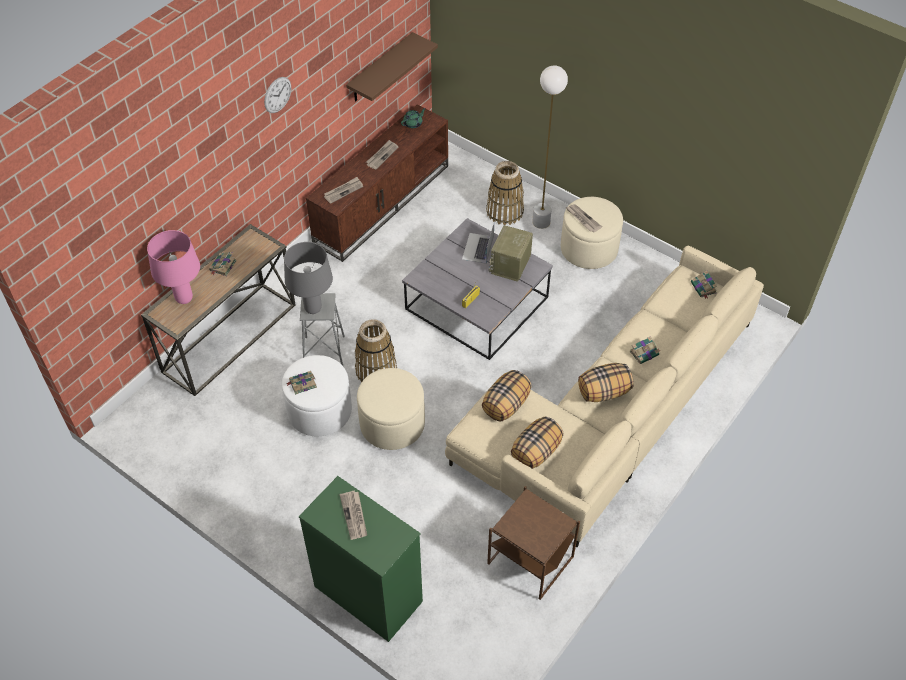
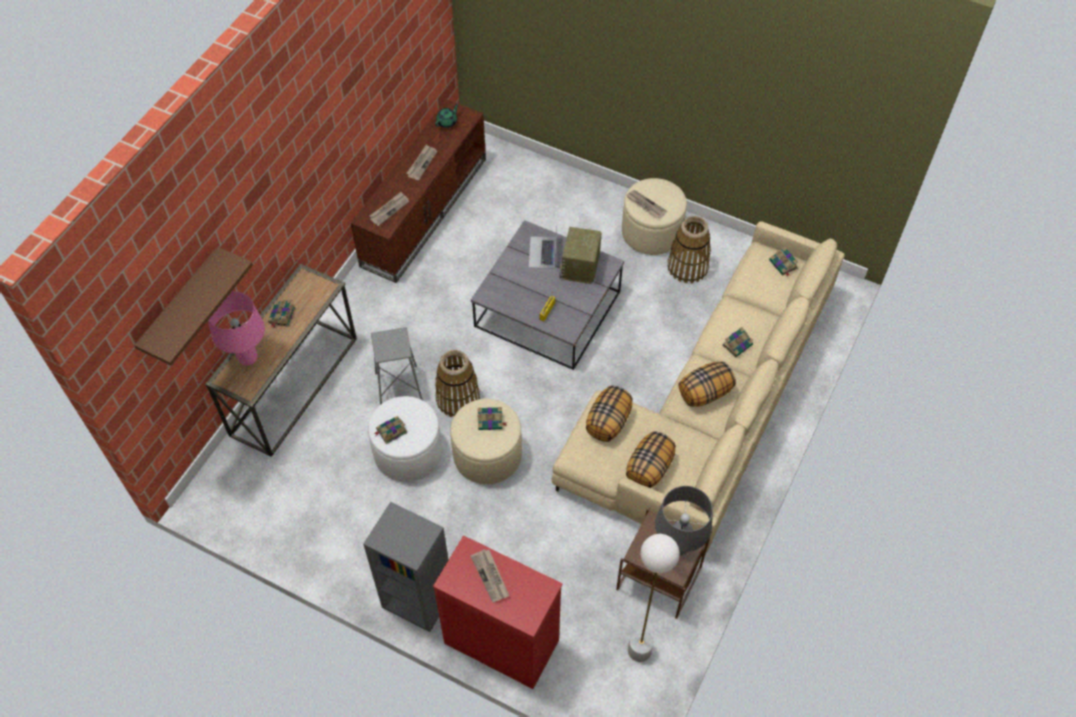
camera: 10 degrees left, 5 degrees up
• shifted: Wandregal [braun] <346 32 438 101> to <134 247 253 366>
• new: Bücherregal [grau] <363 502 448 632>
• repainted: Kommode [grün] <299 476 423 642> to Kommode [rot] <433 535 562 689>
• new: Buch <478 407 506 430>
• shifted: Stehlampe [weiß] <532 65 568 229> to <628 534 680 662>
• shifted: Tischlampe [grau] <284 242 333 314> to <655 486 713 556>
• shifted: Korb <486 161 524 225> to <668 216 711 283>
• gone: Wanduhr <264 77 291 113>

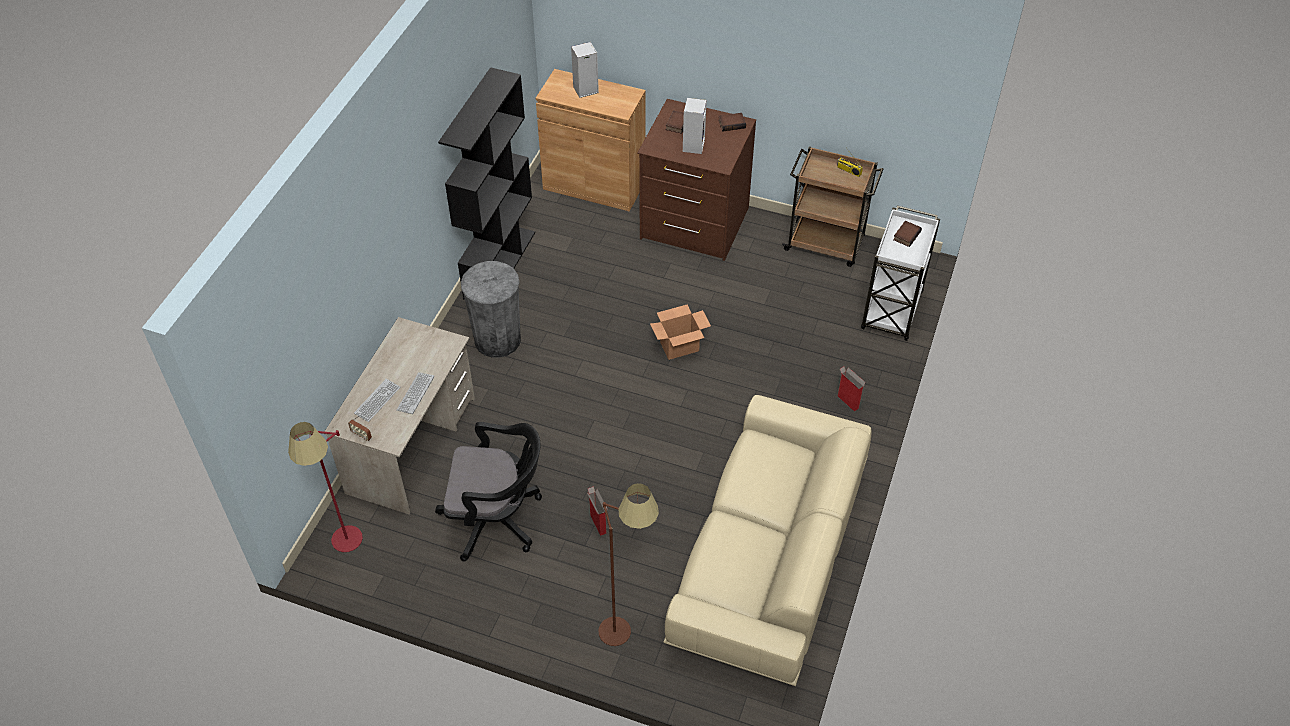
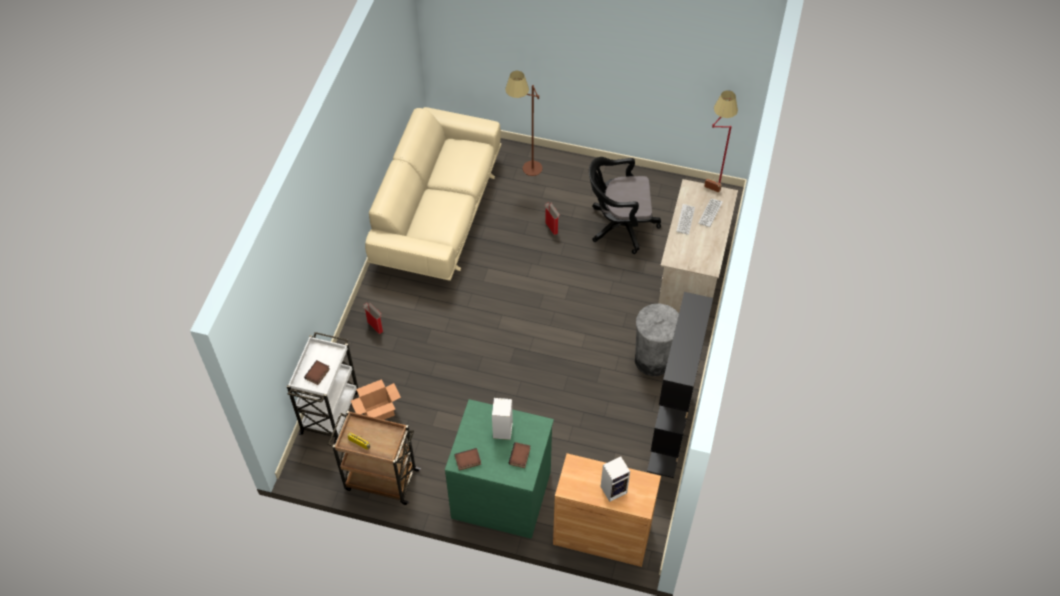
camera: 175 degrees right, 5 degrees up
• shifted: Karton <650 304 711 360> to <351 379 401 420>
• repainted: Kommode [braun] <637 99 756 261> to Kommode [grün] <445 399 554 539>

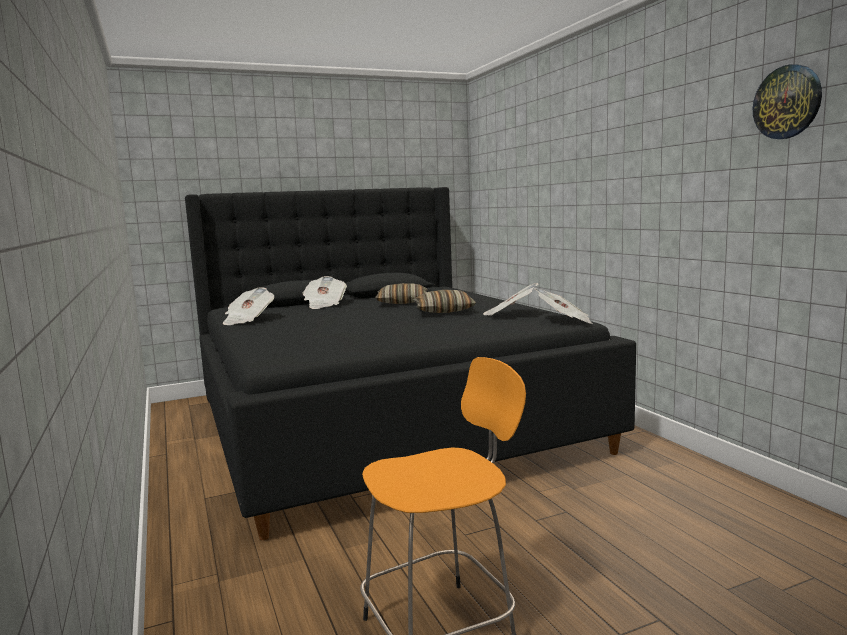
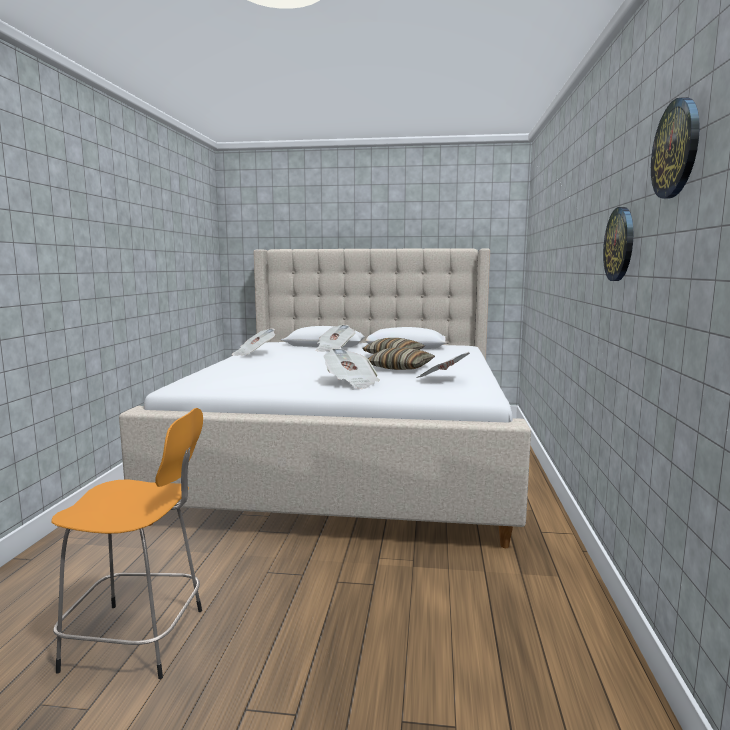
camera: 30 degrees right, 0 degrees up
• repainted: Bett [schwarz] <185 187 636 540> to Bett [beige] <119 248 531 548>
• shifted: Zeitung <534 288 593 324> to <323 348 380 389>
• new: Wanduhr <603 207 633 281>

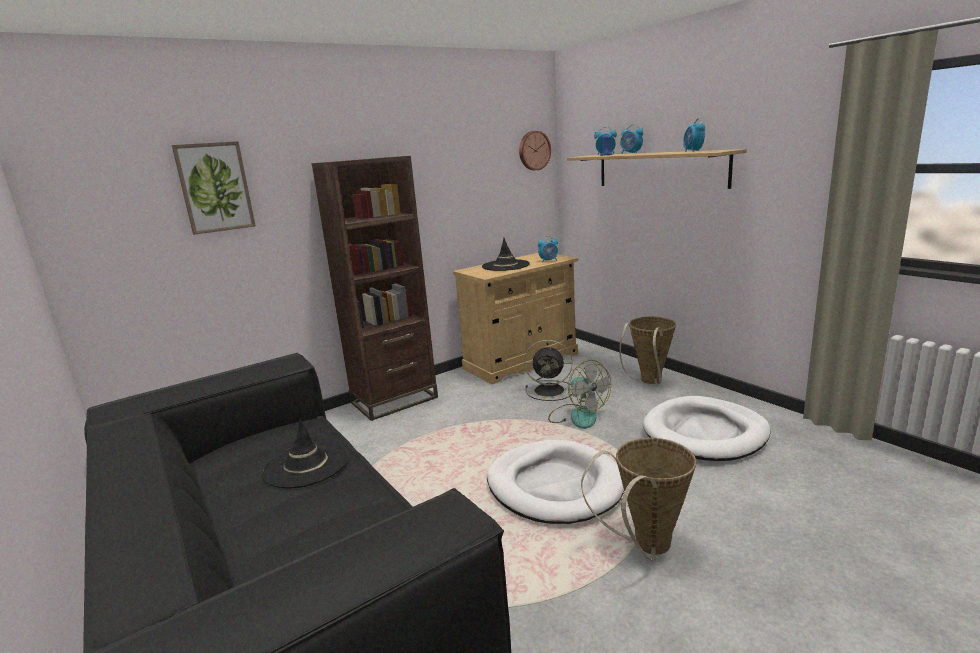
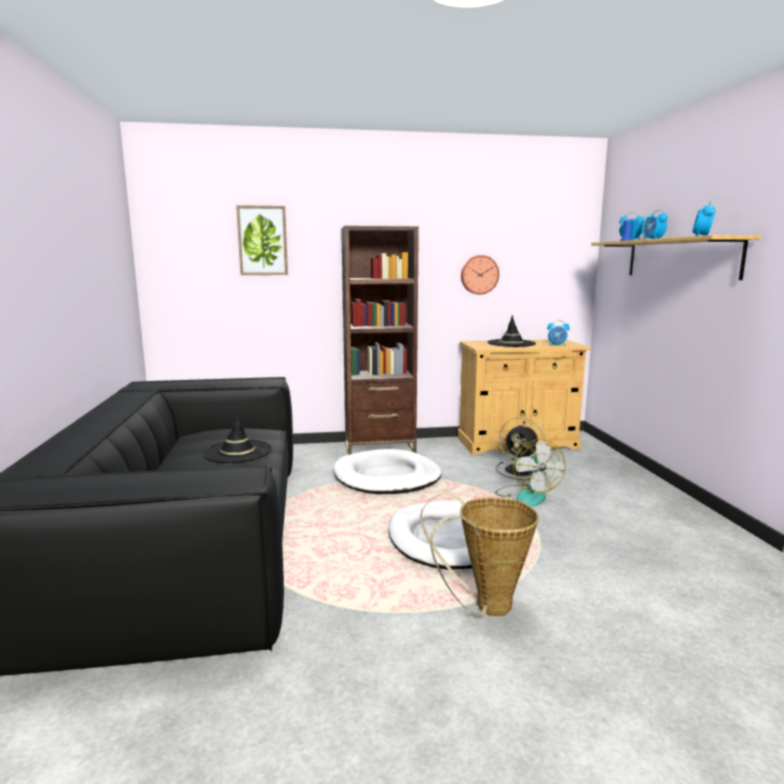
camera: 25 degrees right, 5 degrees down
• shifted: Hundebett [weiß] <643 396 771 461> to <333 449 442 494>
• shifted: Wanduhr <519 131 551 170> to <461 255 499 295>
• gone: Korb <619 316 676 384>

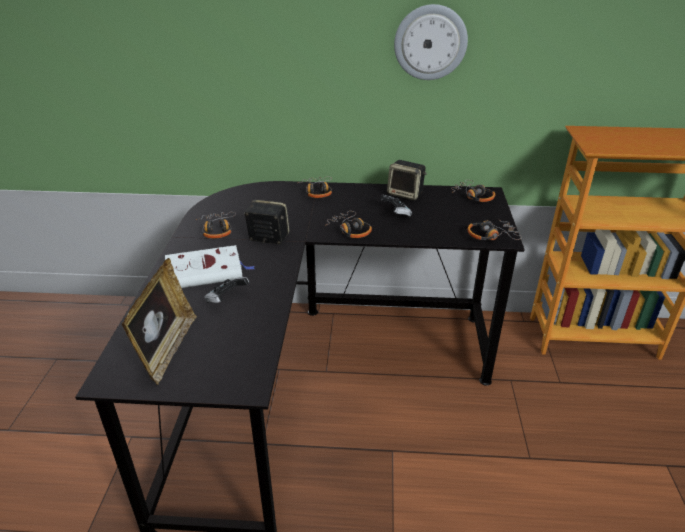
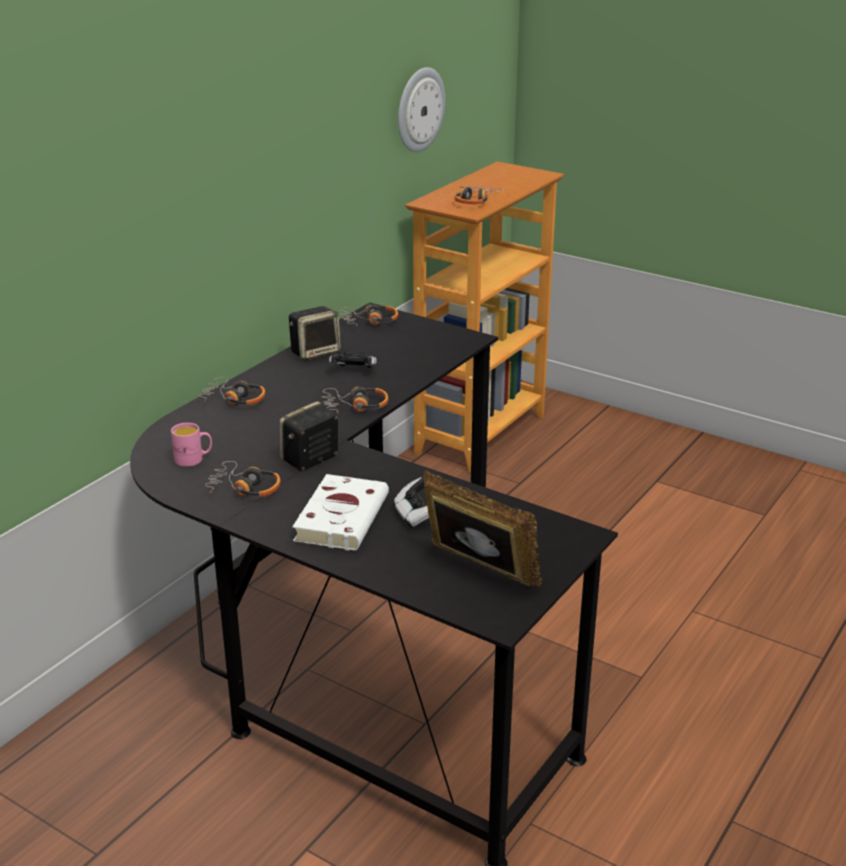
camera: 60 degrees left, 5 degrees down
• new: Henkelbecher [rosa] <171 423 212 467>
• shifted: Wanduhr <394 4 468 80> to <398 67 445 152>
• shifted: Kopfhörer <468 219 522 240> to <455 185 503 204>

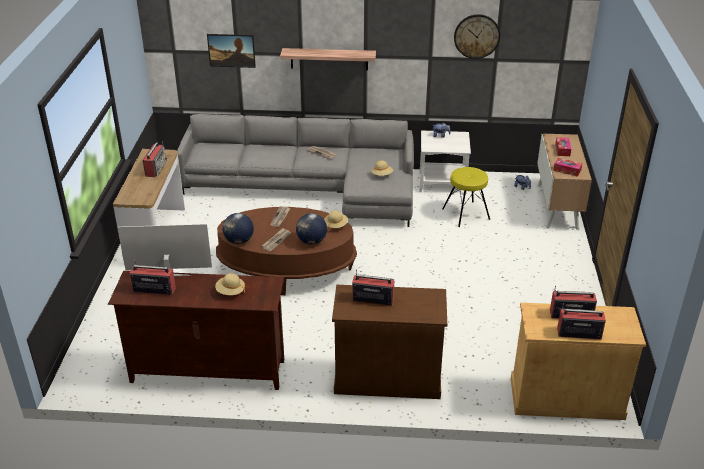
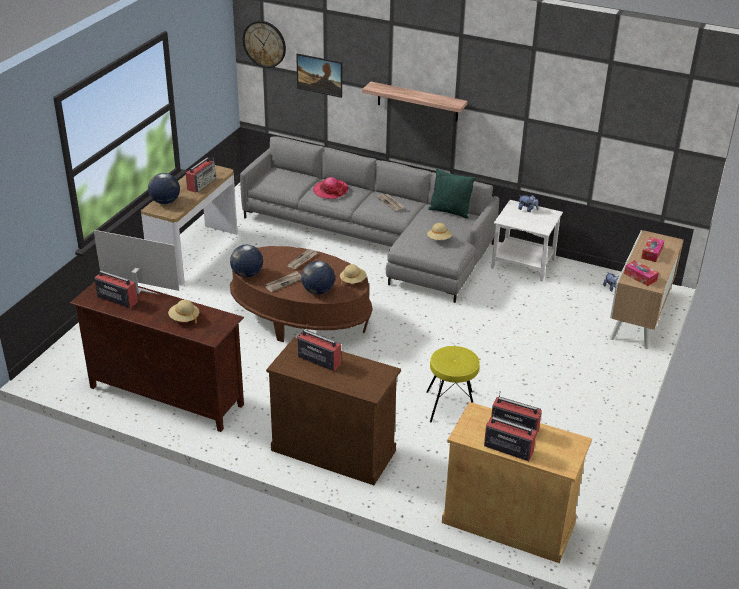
camera: 20 degrees right, 0 degrees up
• new: Globus <148 173 180 204>
• shifted: Wanduhr <454 14 500 59> to <243 21 286 68>
• new: Hut <313 177 349 199>
• shifted: Hocker [gelb] <442 167 490 227> to <426 346 480 422>
• new: Kissen [grün] <428 168 476 218>

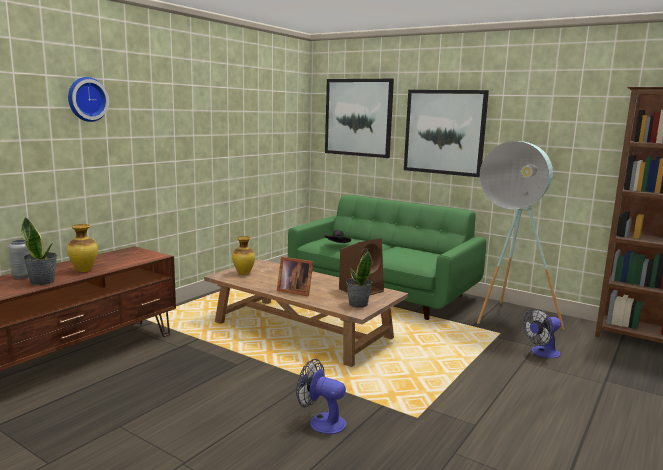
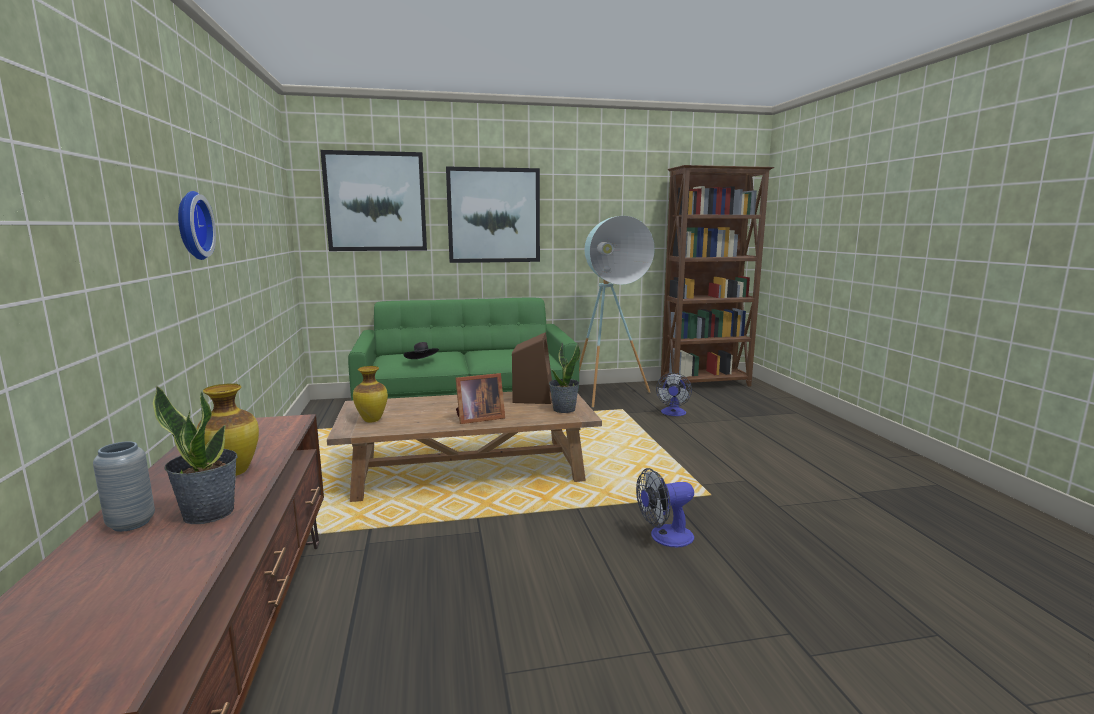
camera: 45 degrees left, 0 degrees up
• shifted: Wanduhr <68 77 109 122> to <178 191 216 260>

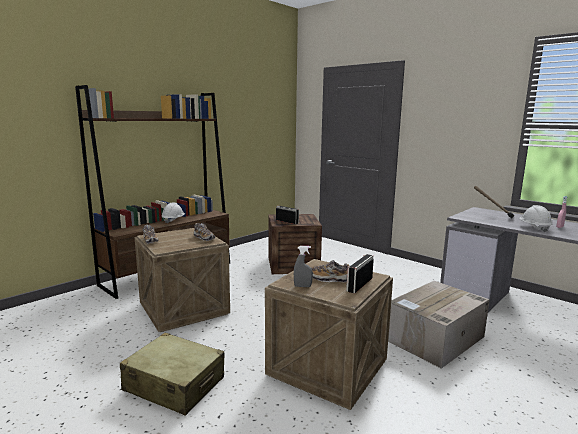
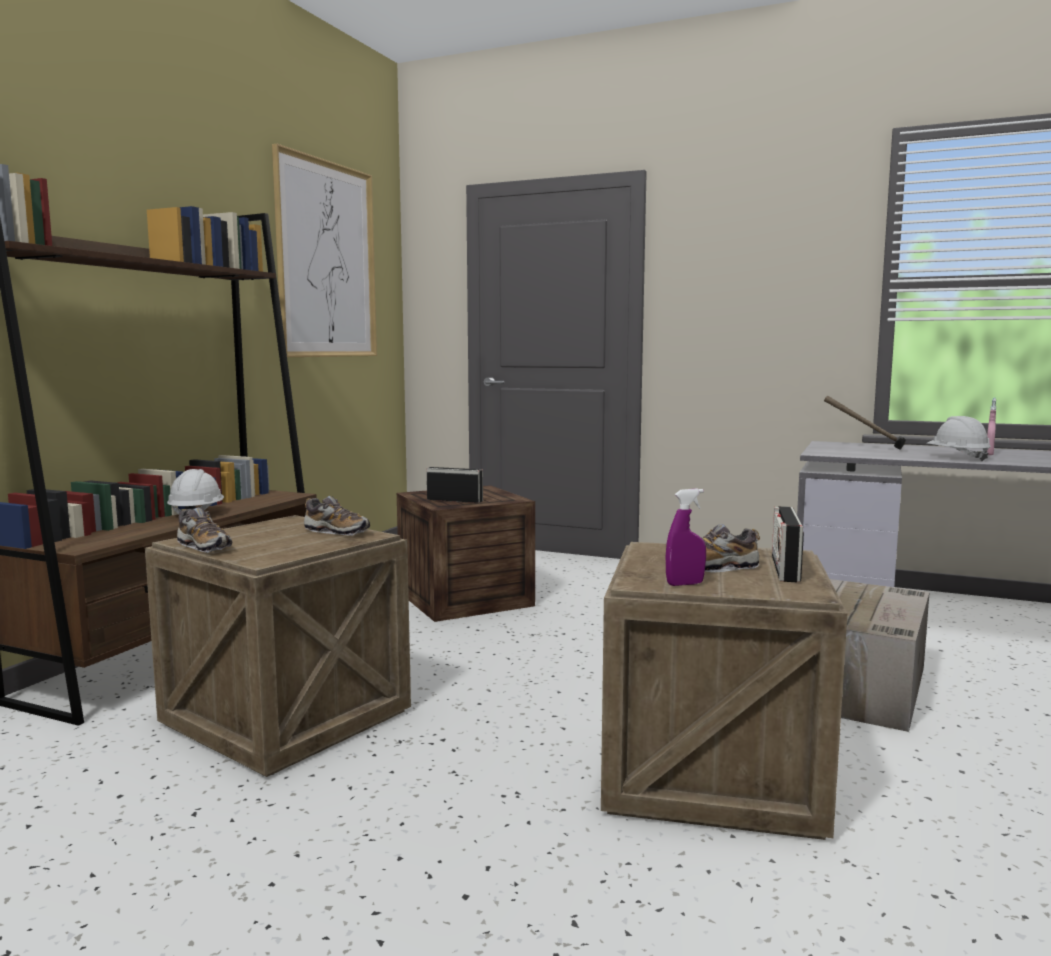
camera: 20 degrees left, 5 degrees down
• new: Bild <272 144 377 357>
• repainted: Sprühflasche [grau] <294 246 313 287> to Sprühflasche [lila] <666 488 706 586>
• gone: Koffer [beige] <120 333 225 416>

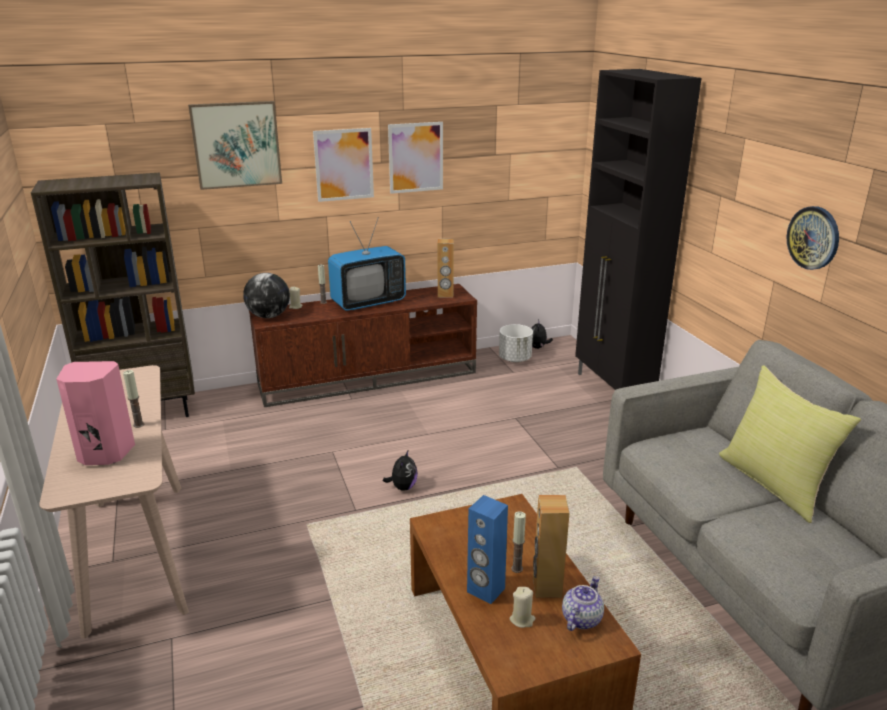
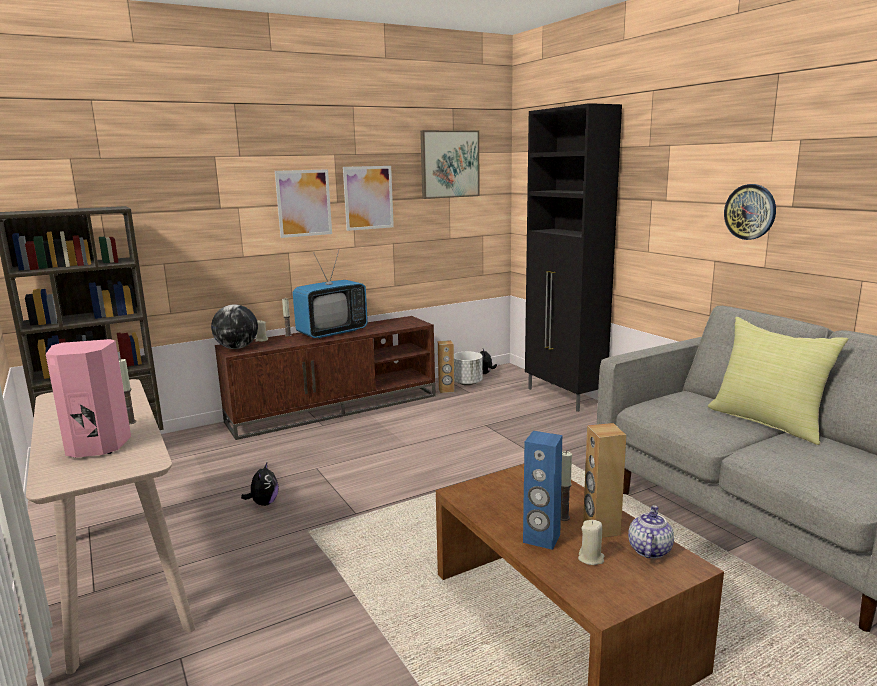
camera: 10 degrees left, 10 degrees down
• shifted: Plüschtier <383 449 418 490> to <241 463 279 506>
• shifted: Bild <188 101 282 190> to <420 130 480 199>
• shifted: Lautsprecher [braun] <438 239 454 298> to <438 340 454 393>

